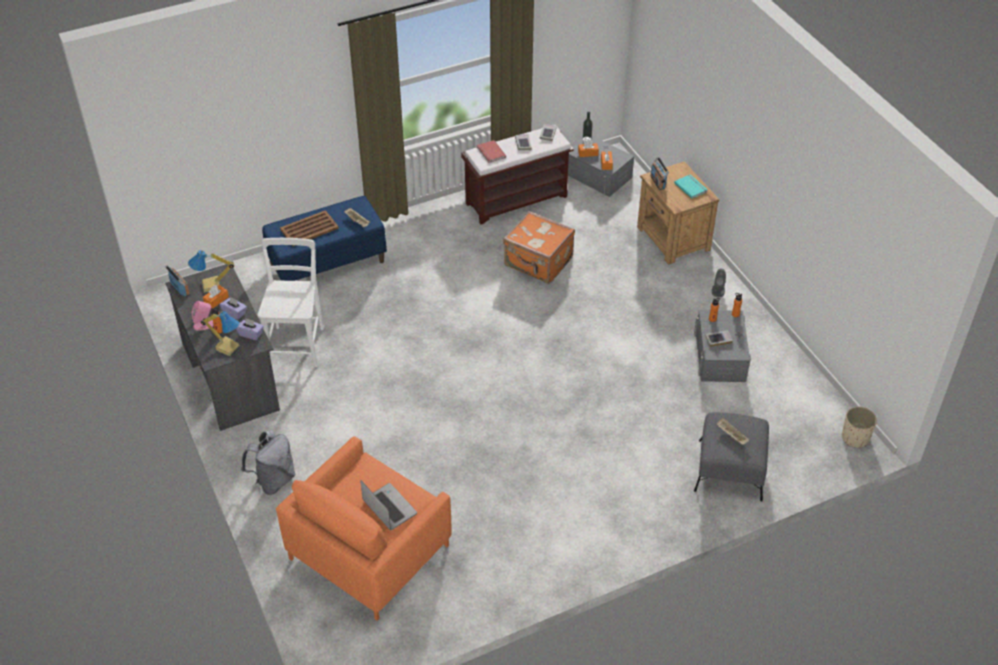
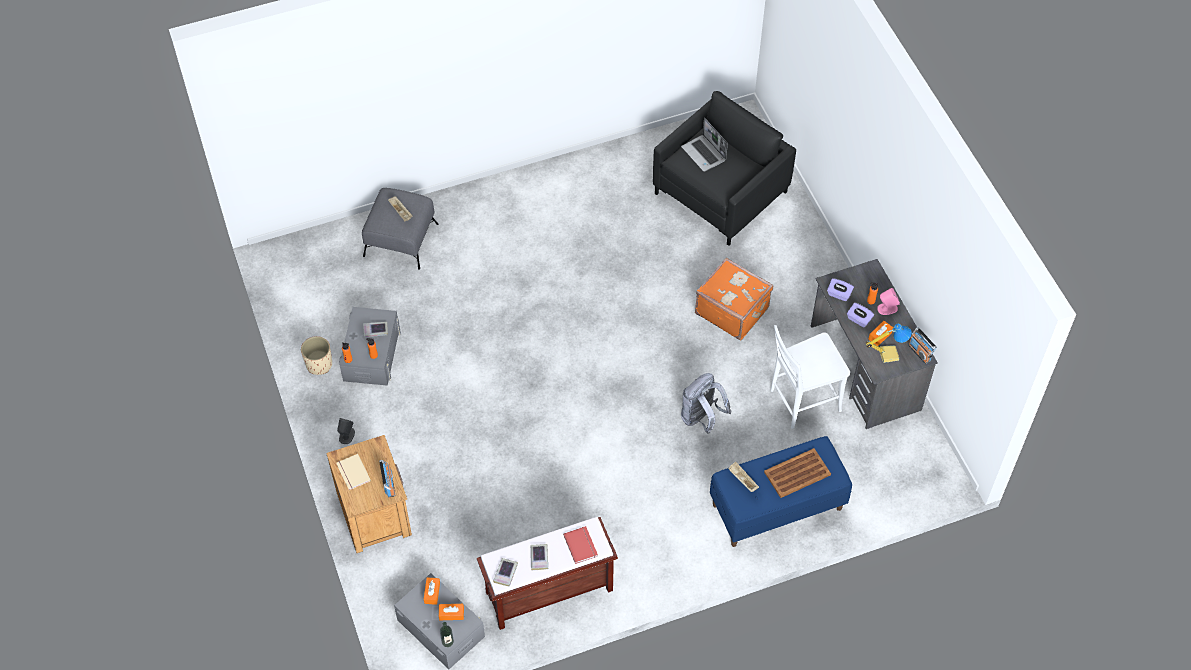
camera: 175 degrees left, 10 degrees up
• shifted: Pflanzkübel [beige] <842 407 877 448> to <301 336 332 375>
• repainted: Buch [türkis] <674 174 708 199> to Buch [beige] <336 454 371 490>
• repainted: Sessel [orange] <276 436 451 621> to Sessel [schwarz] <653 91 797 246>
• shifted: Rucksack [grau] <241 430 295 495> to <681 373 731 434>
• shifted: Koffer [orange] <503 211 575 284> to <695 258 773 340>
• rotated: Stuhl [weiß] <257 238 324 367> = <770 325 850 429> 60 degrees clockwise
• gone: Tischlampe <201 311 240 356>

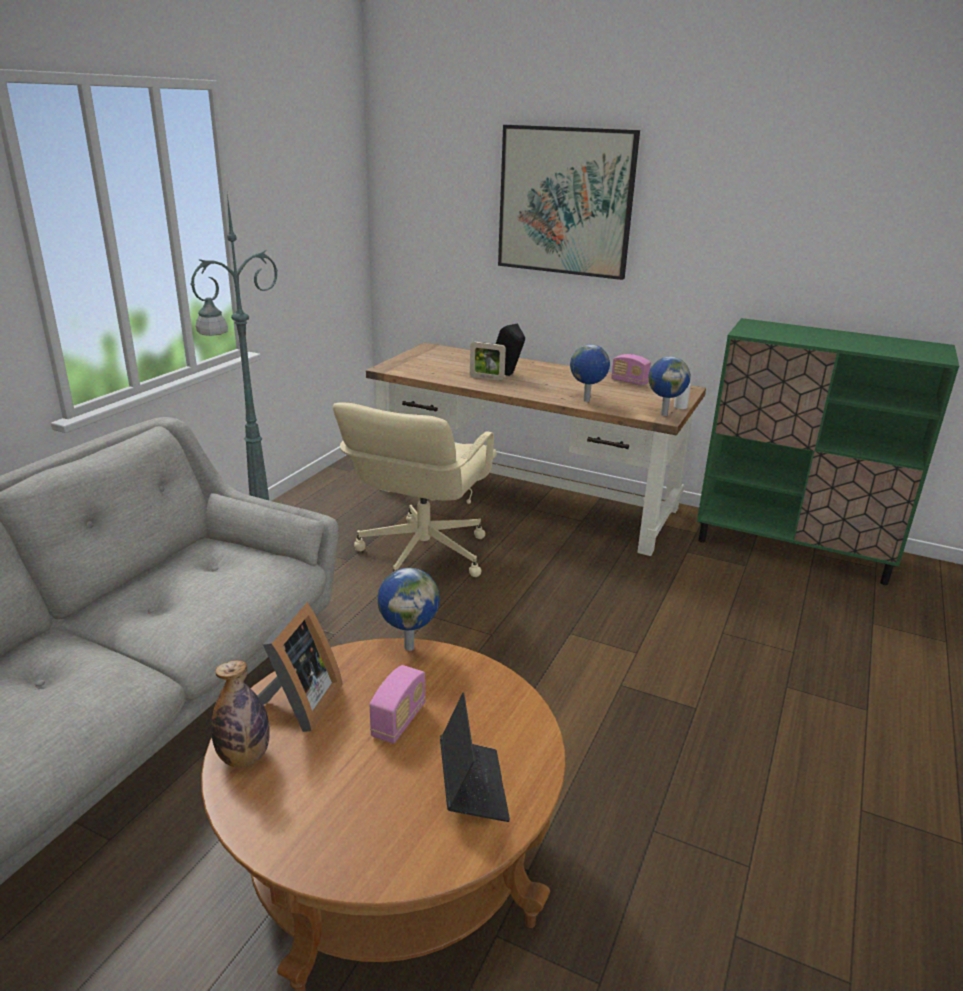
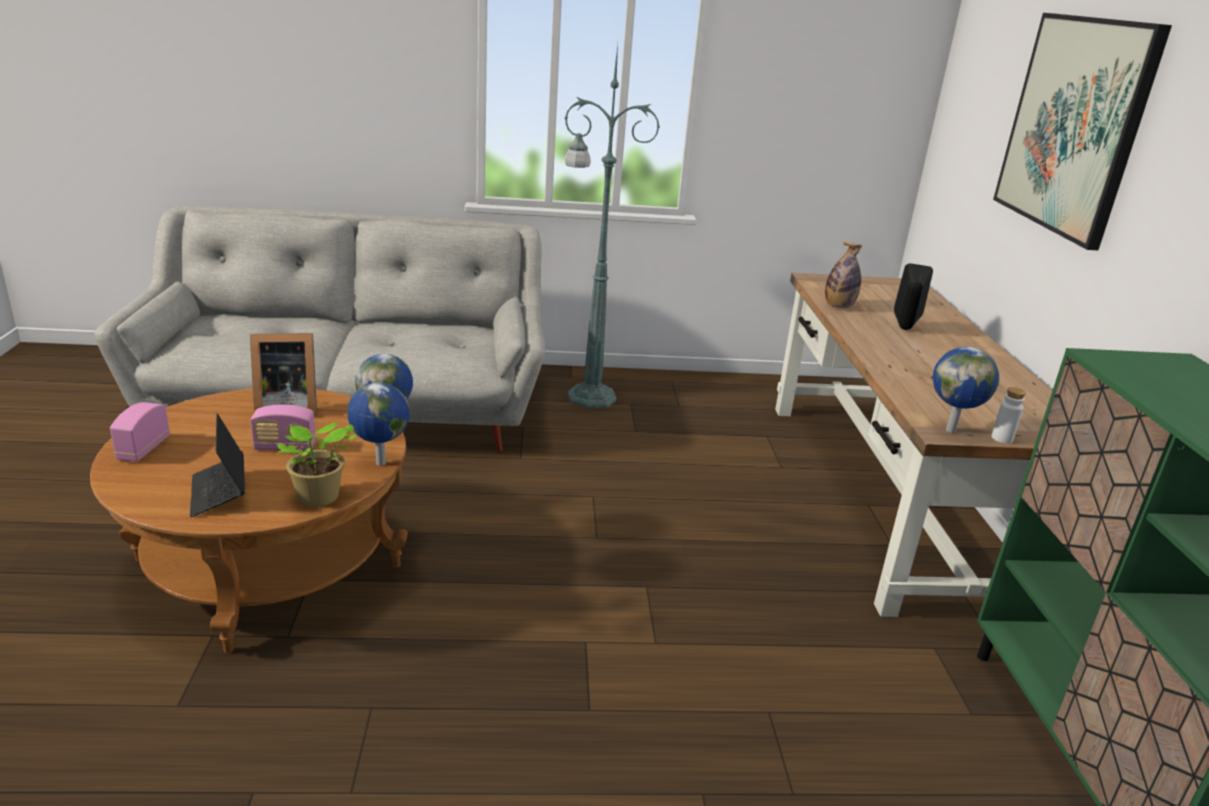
camera: 60 degrees right, 0 degrees up
• shifted: Radio <611 354 651 386> to <110 402 170 462>
• rotated: Laptop <440 692 510 822> = <190 413 245 517> 105 degrees clockwise
• new: Topfpflanze <277 423 358 507>
• shifted: Globus <570 344 610 402> to <347 382 410 466>
• shifted: Flasche <211 660 270 767> to <825 242 862 308>
• gone: Bürostuhl [beige] <333 402 497 577>
• gone: Bilderrahmen <470 342 506 381>

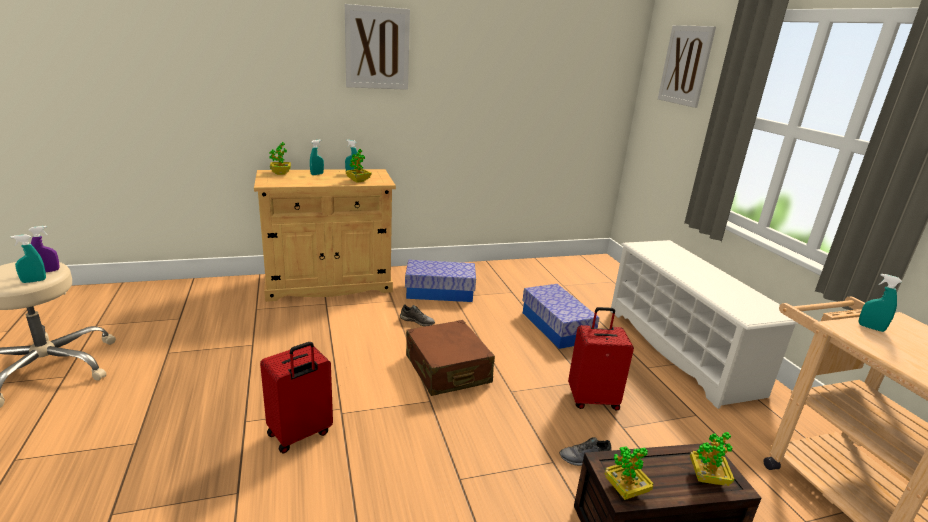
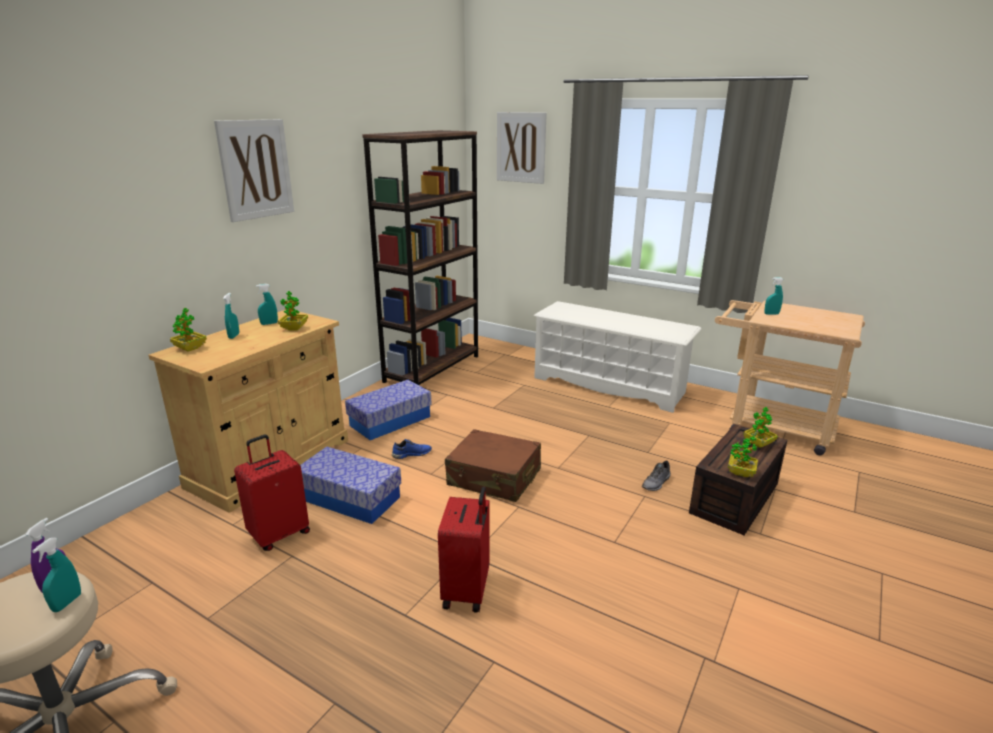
camera: 40 degrees left, 0 degrees up
• shifted: Koffer [rot] <568 307 634 410> to <234 435 310 551>
• shifted: Aufbewahrungsbox <523 284 599 349> to <300 447 401 524>
• new: Bücherregal [braun] <362 130 478 385>
• repainted: Schuh [grau] <400 304 435 326> to Schuh [blau] <392 439 432 459>

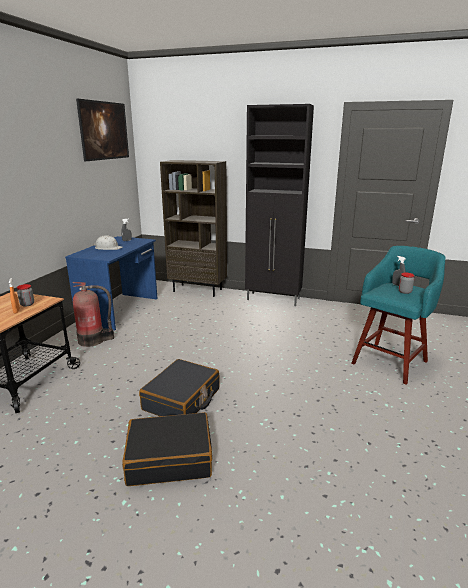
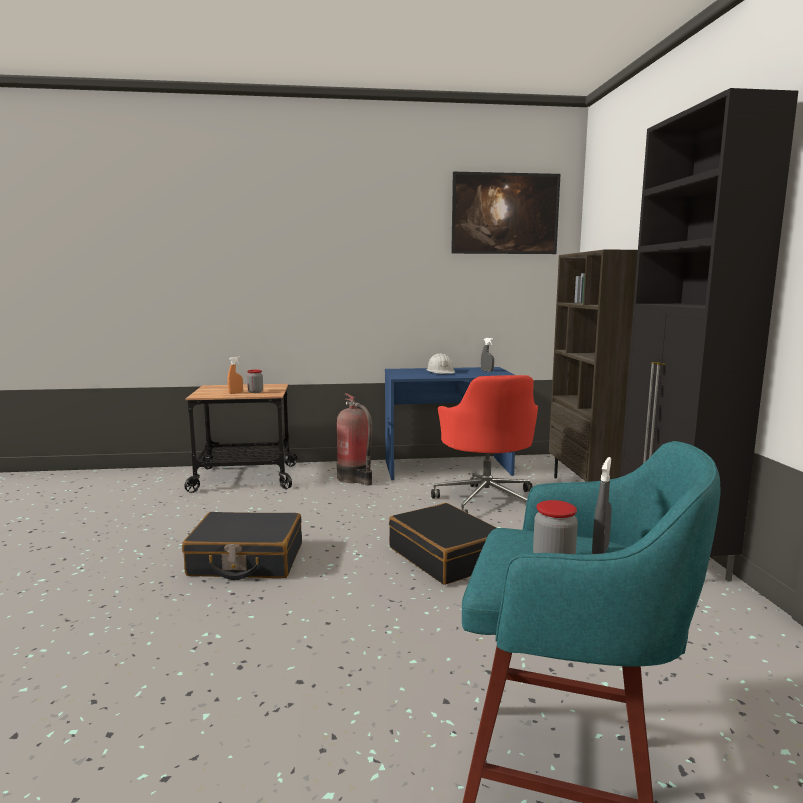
camera: 65 degrees right, 10 degrees down
• shifted: Koffer [schwarz] <122 412 212 486> to <389 503 496 585>
• new: Bürostuhl [rot] <431 375 538 513>

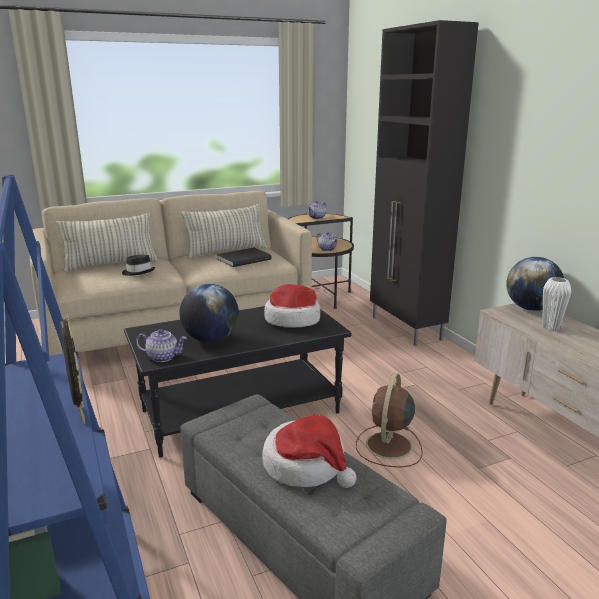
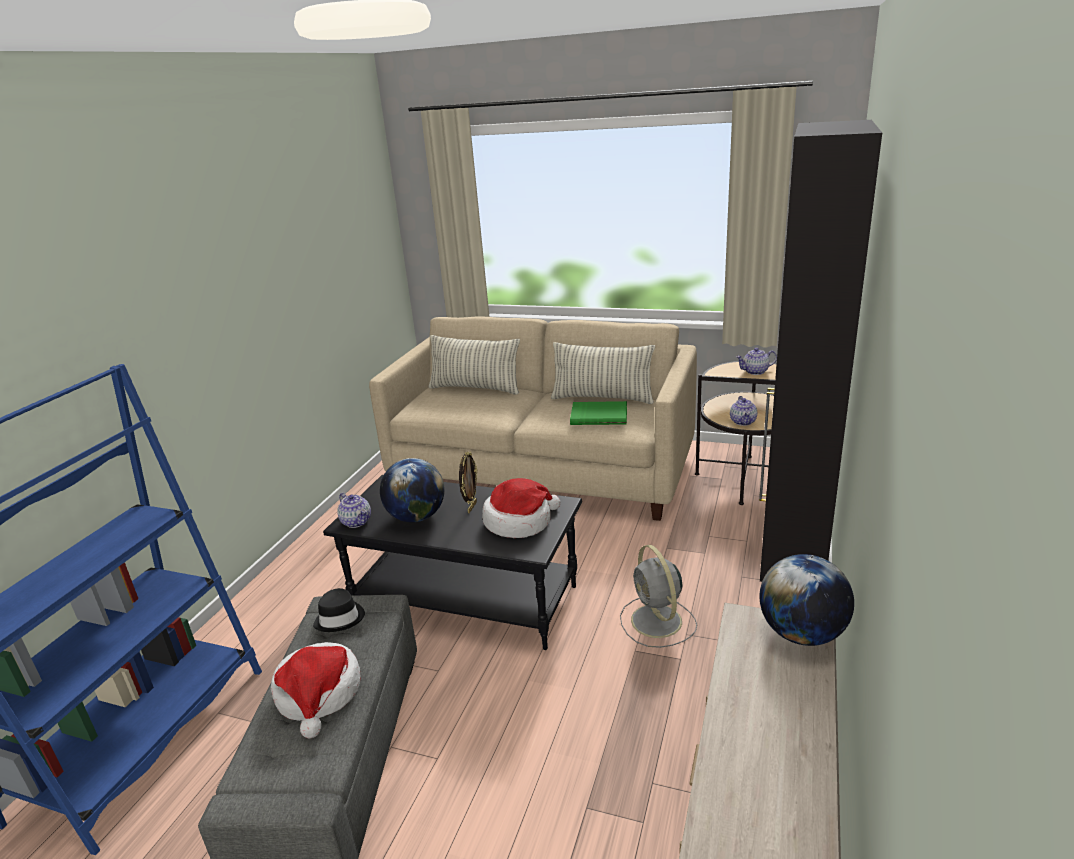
camera: 45 degrees right, 5 degrees up
• shifted: Hut [schwarz] <122 255 155 276> to <313 588 365 632>
• shifted: Bilderrahmen <60 314 86 424> to <459 451 477 513>
• repainted: Buch [schwarz] <217 248 271 267> to Buch [grün] <570 401 627 425>
• new: Ventilator [grau] <620 545 697 648>
• gone: Ventilator [braun] <356 373 423 467>
• gone: Vase [weiß] <543 277 571 331>

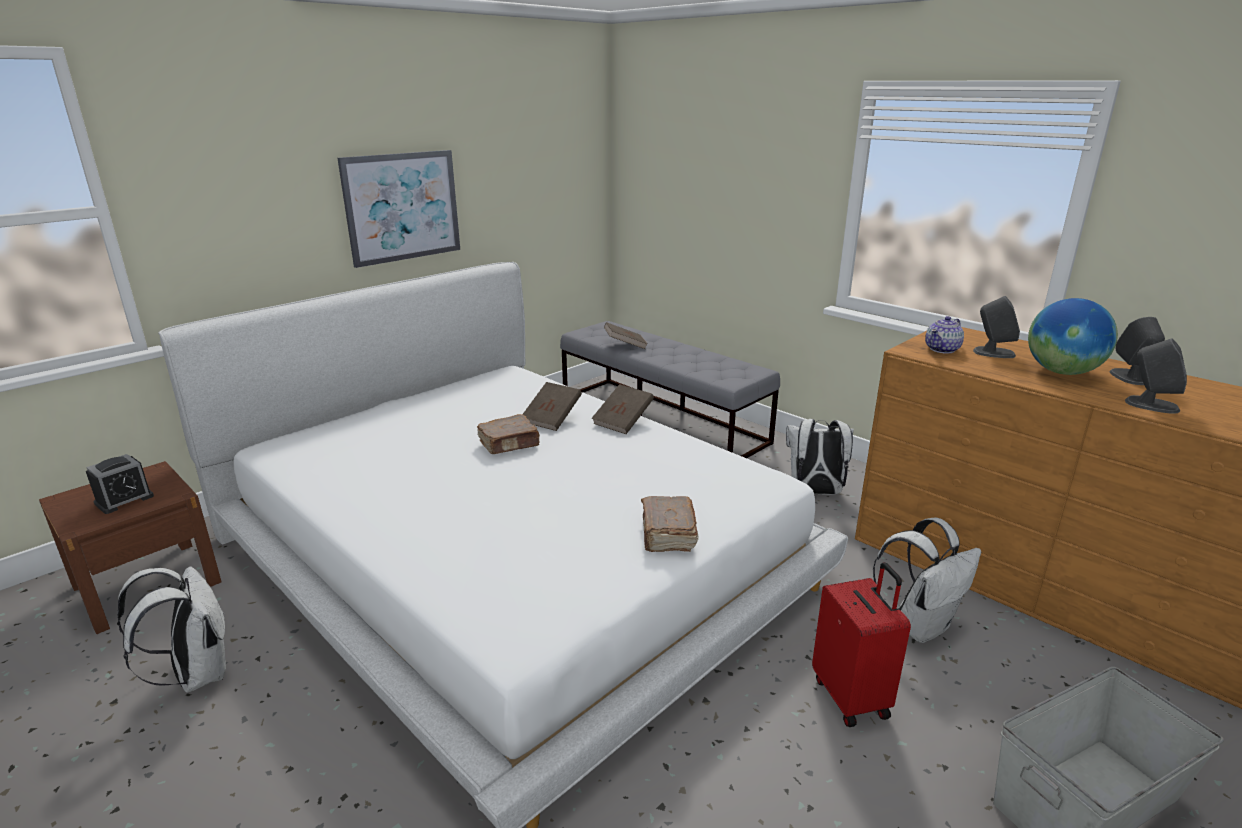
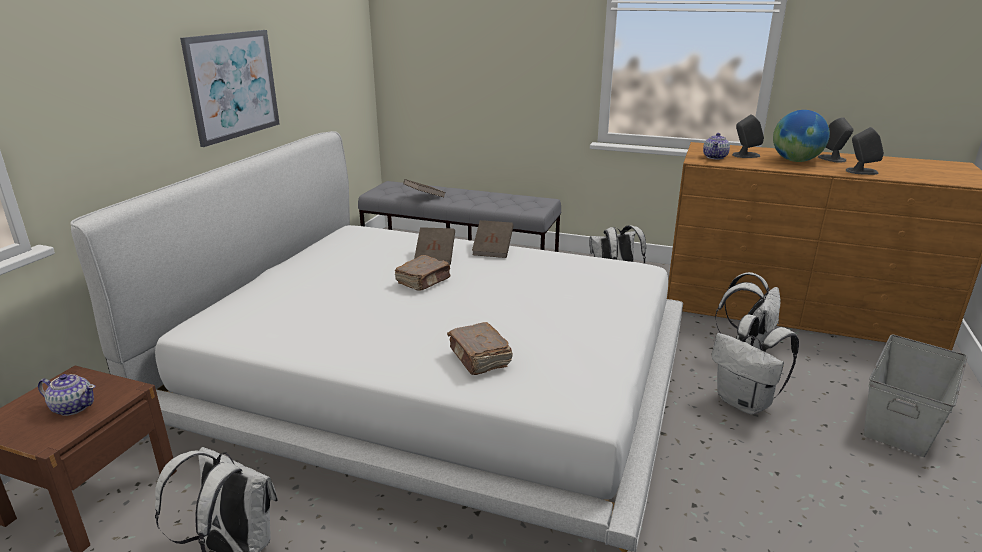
camera: 25 degrees left, 0 degrees up
• swapped: Wecker <86 454 154 514> to Teekanne <38 374 95 416>
• shifted: Buch [braun] <641 496 699 552> to <447 322 513 375>
• swapped: Koffer [rot] <812 562 911 727> to Rucksack [weiß] <712 314 799 415>

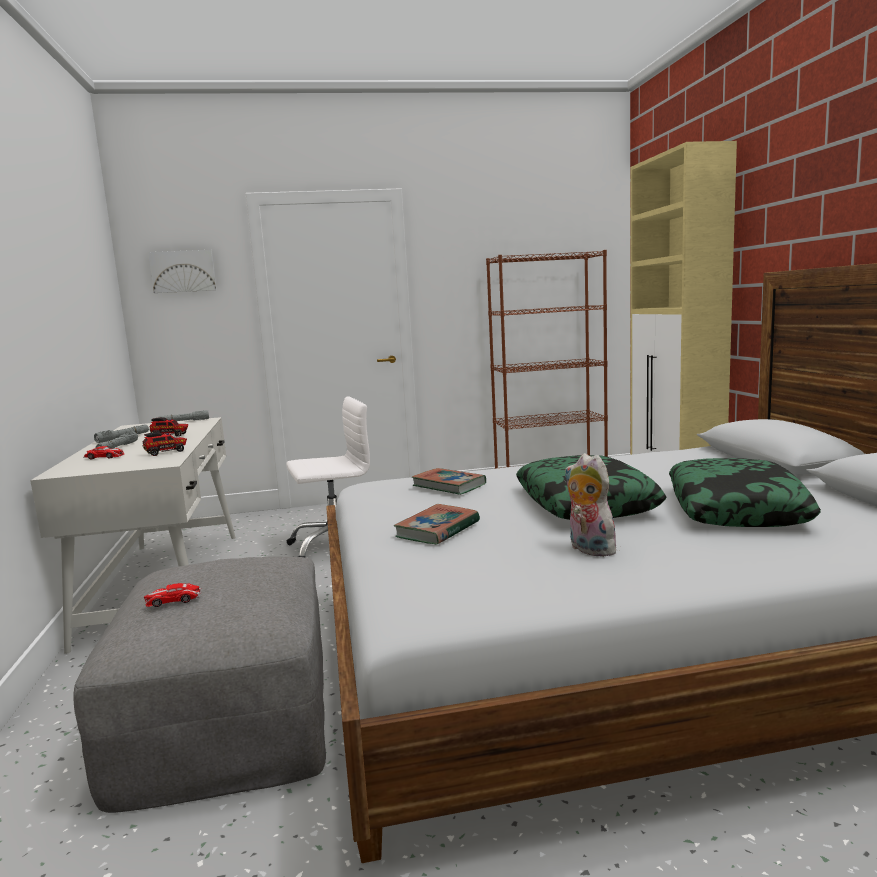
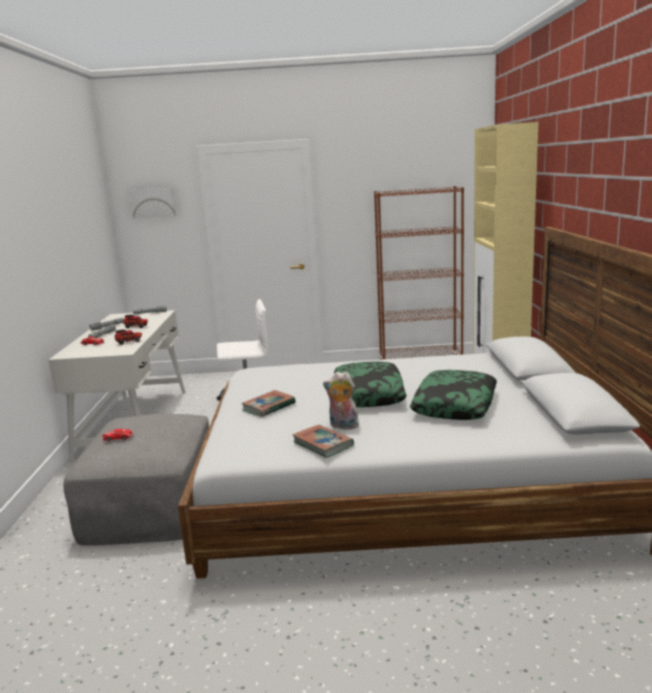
camera: 10 degrees right, 5 degrees up
• shifted: Buch <412 468 486 495> to <292 425 354 458>
• rotated: Plüschtier <564 453 616 557> = <323 372 359 429> 45 degrees counterclockwise

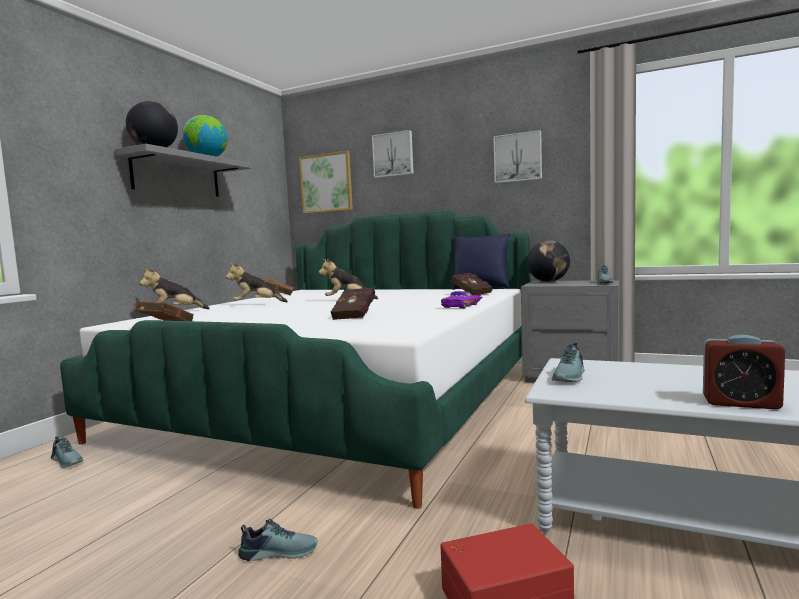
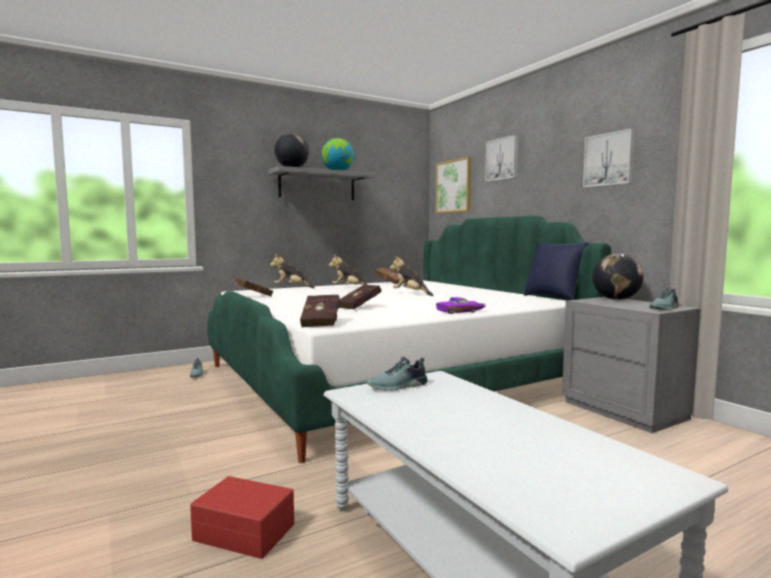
camera: 35 degrees right, 0 degrees up
• shifted: Buch [rot] <451 273 493 295> to <300 295 340 327>
• gone: Schuh <238 518 318 561>
• gone: Wecker <703 335 785 410>

